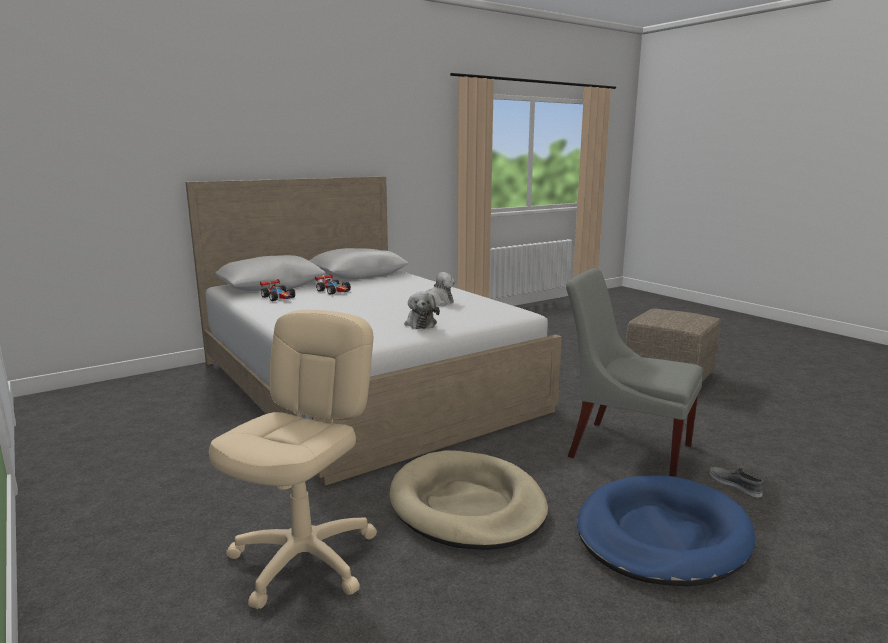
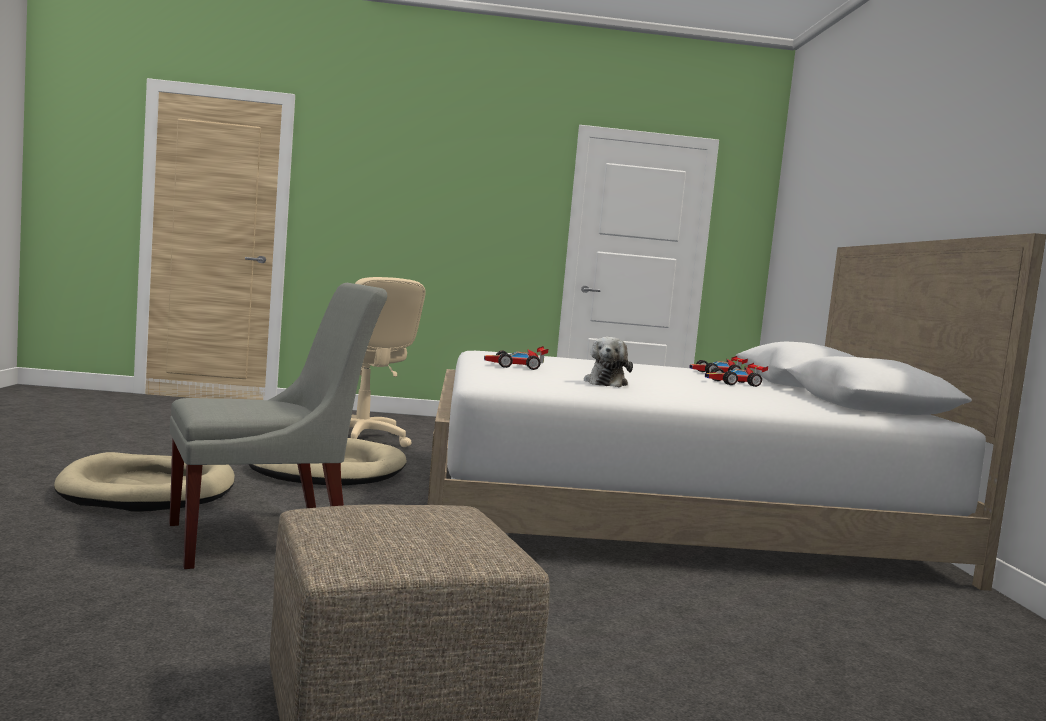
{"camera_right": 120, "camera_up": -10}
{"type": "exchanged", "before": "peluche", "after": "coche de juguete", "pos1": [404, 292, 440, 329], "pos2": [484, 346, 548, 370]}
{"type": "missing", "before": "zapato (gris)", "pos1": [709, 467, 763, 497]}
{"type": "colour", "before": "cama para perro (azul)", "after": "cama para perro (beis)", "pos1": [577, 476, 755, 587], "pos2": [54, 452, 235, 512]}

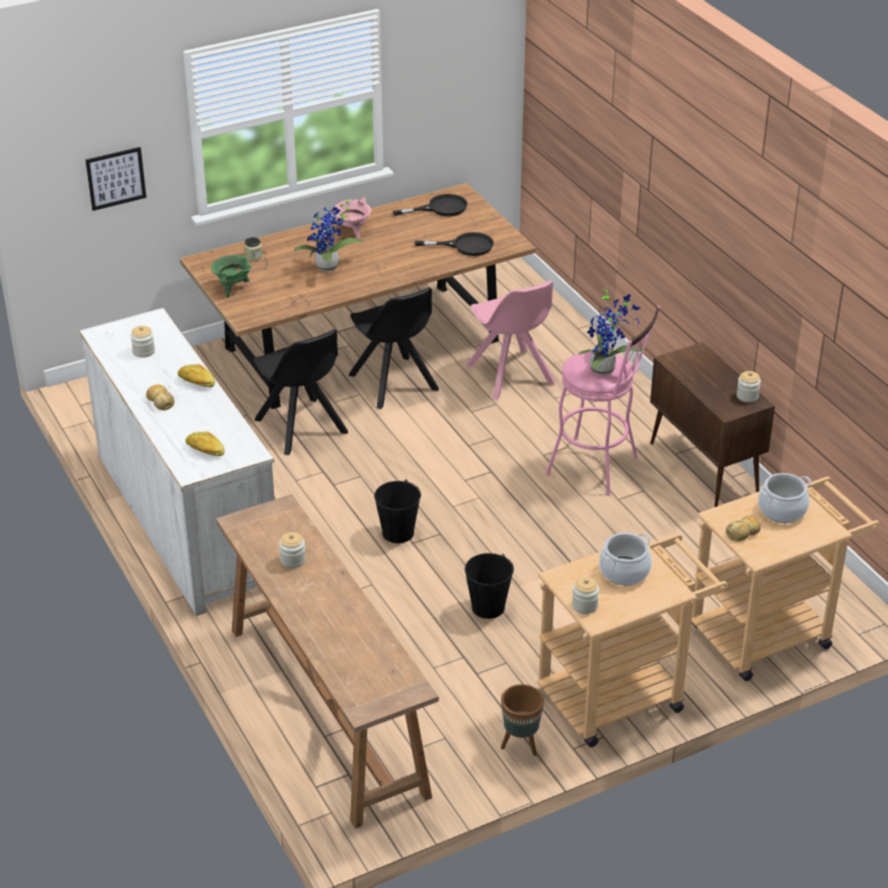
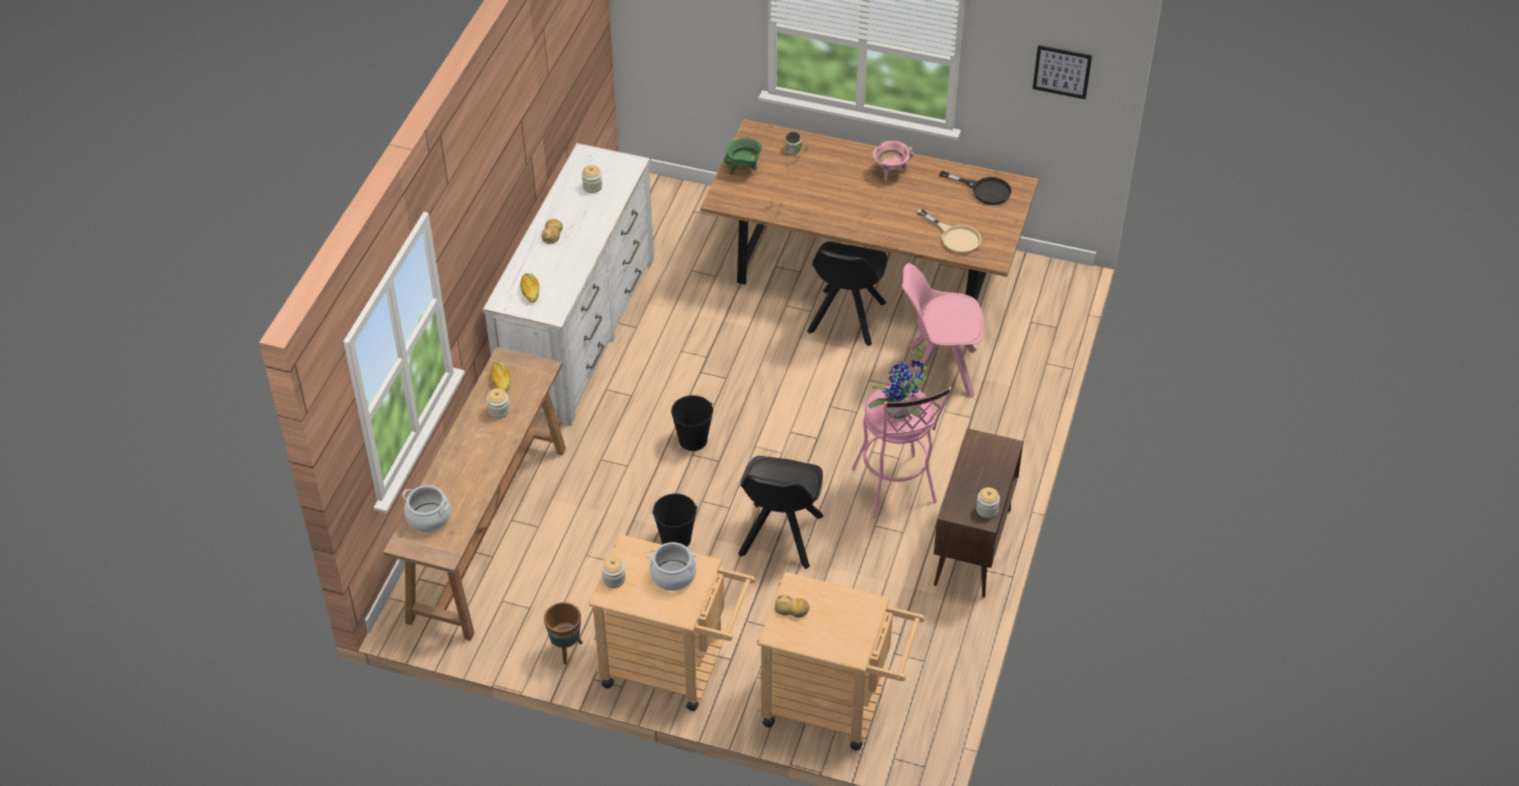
{"camera_right": 45, "camera_up": 10}
{"type": "relocated", "before": "cuadro", "pos1": [85, 147, 146, 211], "pos2": [1033, 45, 1092, 99]}
{"type": "missing", "before": "planta en maceta", "pos1": [294, 199, 363, 272]}
{"type": "colour", "before": "sartén (negro)", "after": "sartén (beis)", "pos1": [415, 232, 494, 256], "pos2": [917, 209, 981, 254]}
{"type": "spun", "before": "silla (rosa)", "pos1": [466, 281, 555, 400], "pos2": [902, 263, 984, 397], "turn": 75}
{"type": "relocated", "before": "silla (negro)", "pos1": [254, 329, 348, 455], "pos2": [738, 456, 824, 569]}
{"type": "relocated", "before": "pan", "pos1": [178, 364, 215, 387], "pos2": [491, 362, 510, 392]}
{"type": "relocated", "before": "olla", "pos1": [758, 473, 811, 523], "pos2": [402, 485, 451, 532]}

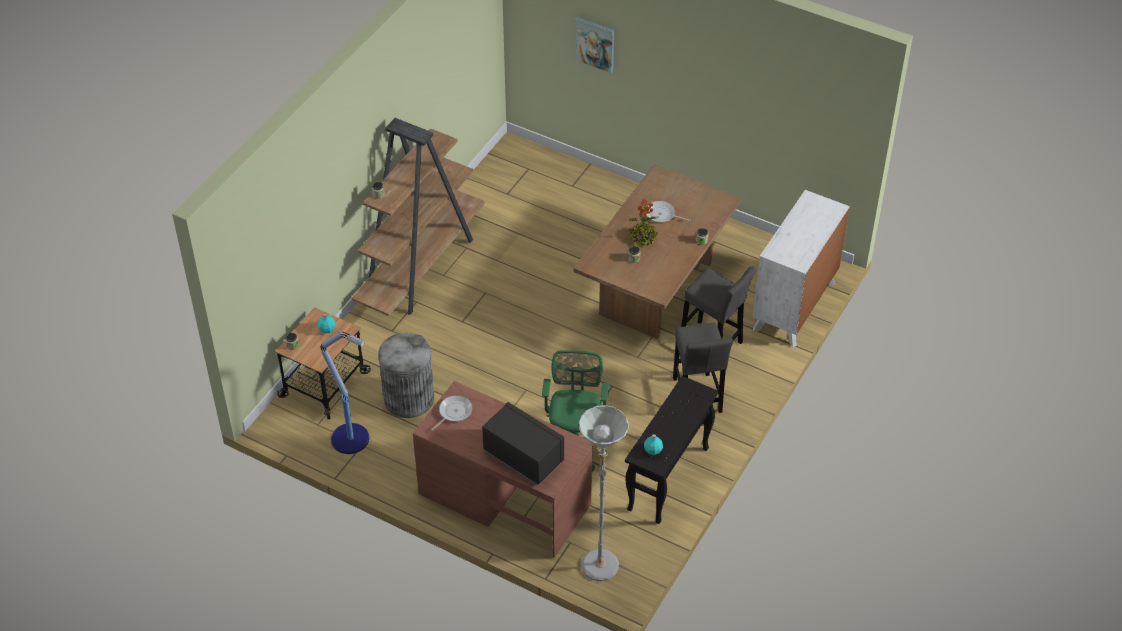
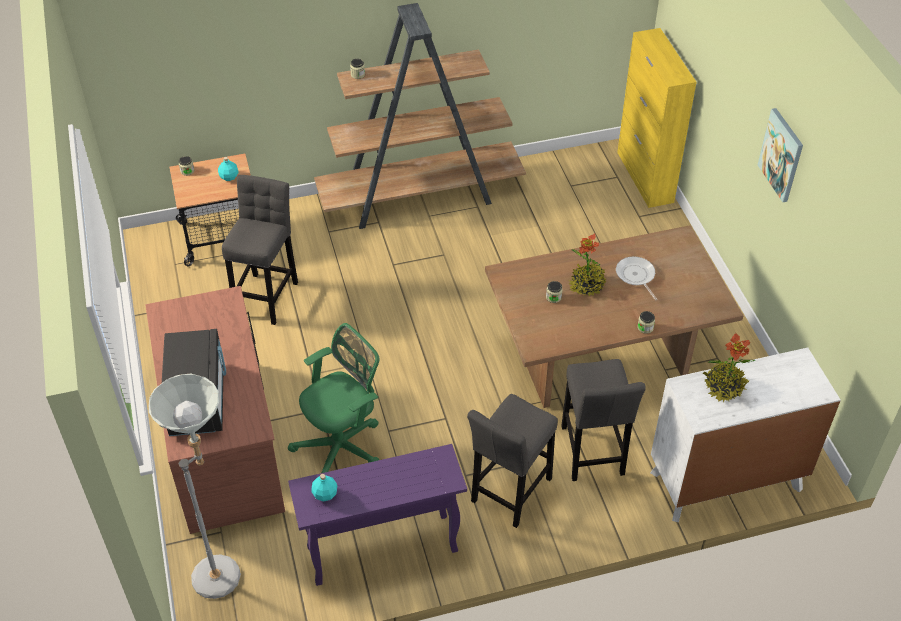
{"camera_right": 45, "camera_up": 0}
{"type": "relocated", "before": "cuadro", "pos1": [575, 17, 614, 73], "pos2": [758, 108, 803, 202]}
{"type": "missing", "before": "lámpara de pie", "pos1": [321, 330, 369, 454]}
{"type": "exchanged", "before": "papelera (gris)", "after": "taburete (gris)", "pos1": [378, 333, 434, 418], "pos2": [222, 175, 298, 325]}
{"type": "colour", "before": "mesa consola (negro)", "after": "mesa consola (morado)", "pos1": [625, 376, 719, 524], "pos2": [288, 444, 467, 586]}
{"type": "missing", "before": "sartén", "pos1": [431, 395, 473, 431]}
{"type": "appeared", "after": "armario (amarillo)", "pos2": [617, 28, 697, 208]}
{"type": "appeared", "after": "planta en maceta", "pos2": [703, 333, 755, 403]}

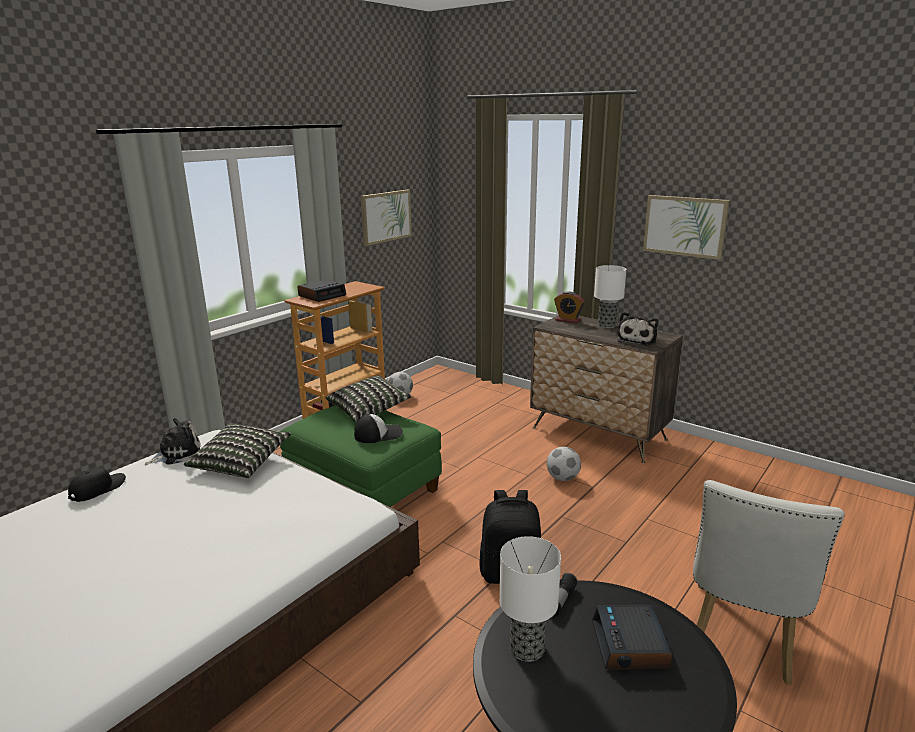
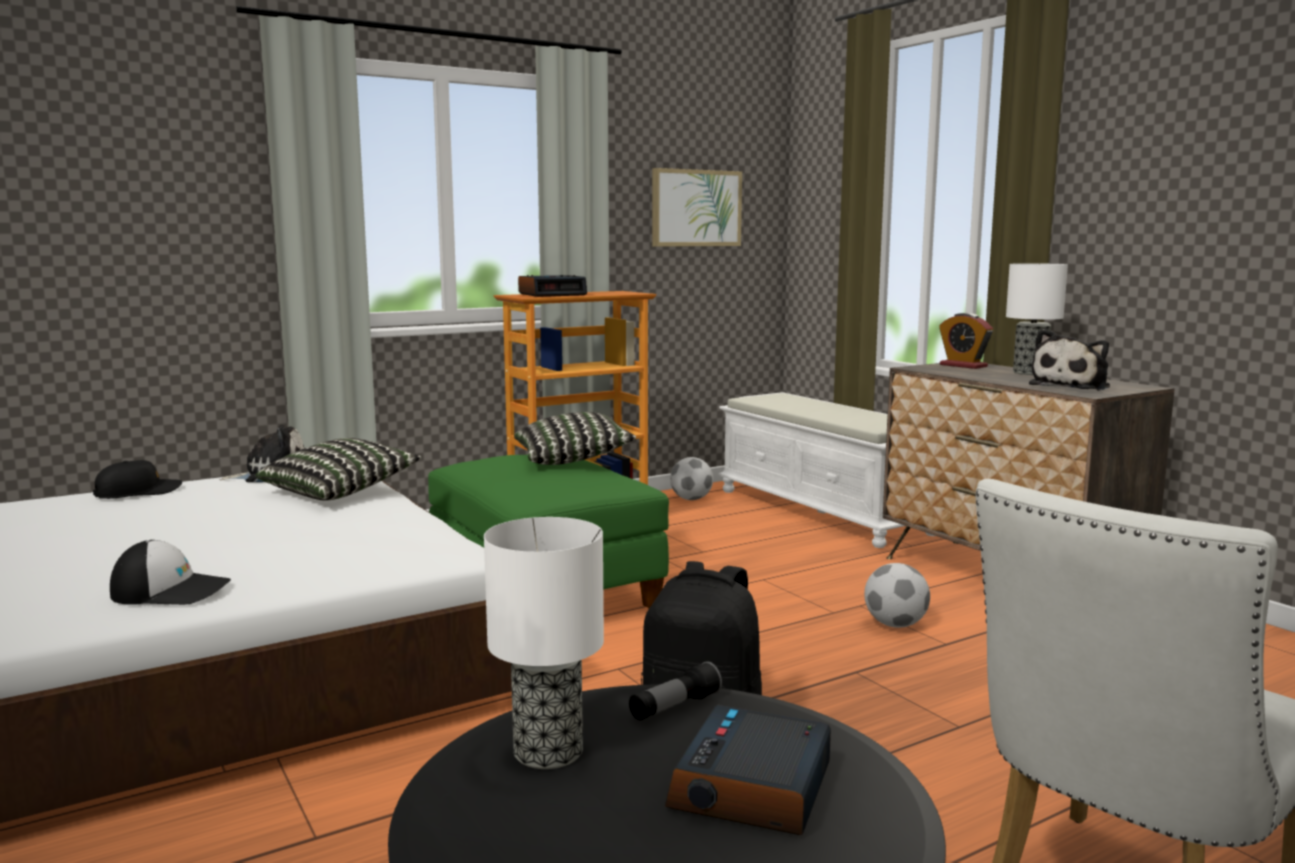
{"camera_right": 20, "camera_up": -10}
{"type": "missing", "before": "cuadro", "pos1": [643, 195, 730, 260]}
{"type": "relocated", "before": "gorra", "pos1": [354, 414, 403, 443], "pos2": [110, 540, 231, 605]}
{"type": "appeared", "after": "banco (blanco)", "pos2": [718, 392, 935, 548]}

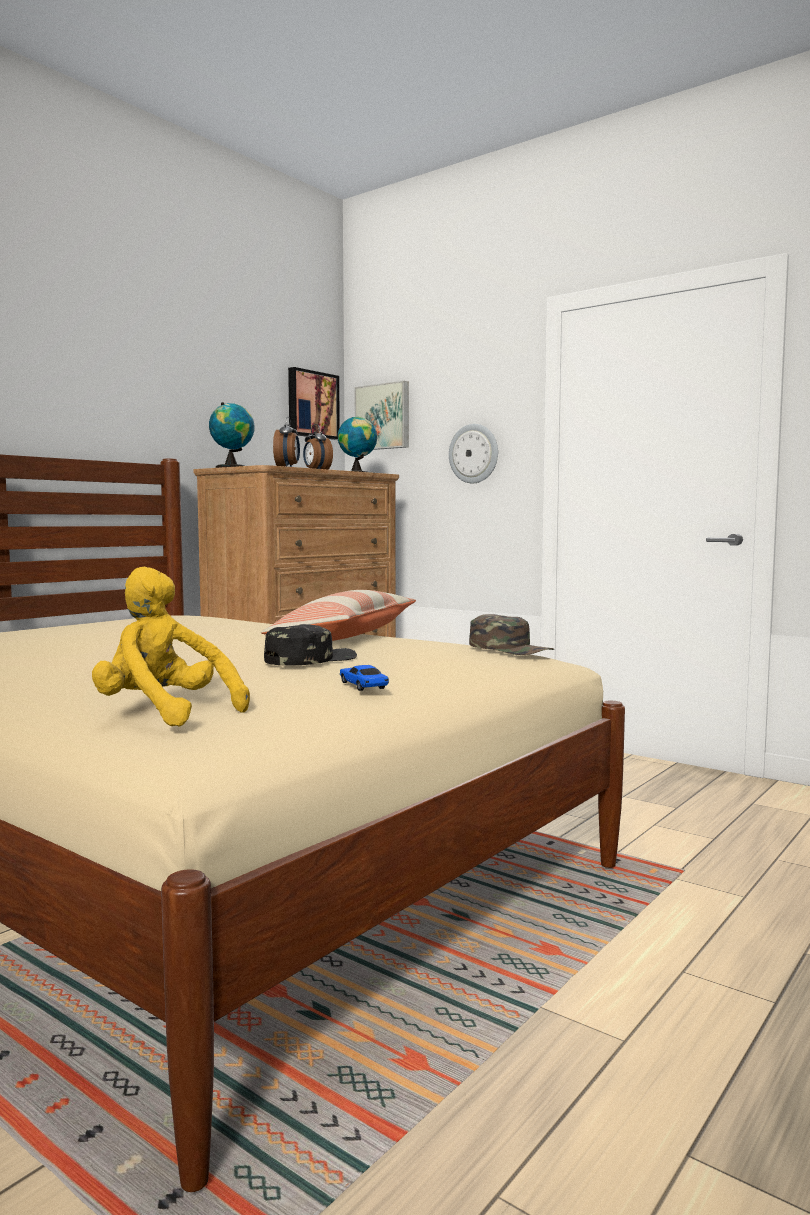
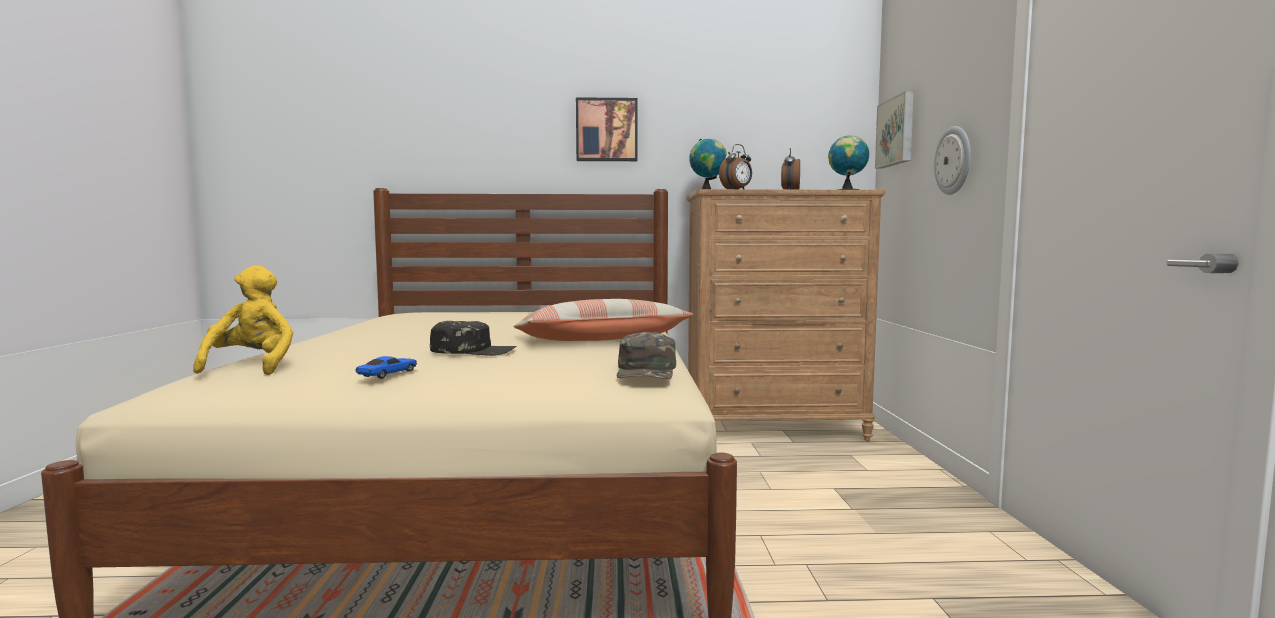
{"camera_right": 50, "camera_up": 0}
{"type": "relocated", "before": "cuadro", "pos1": [288, 367, 340, 440], "pos2": [576, 97, 638, 161]}

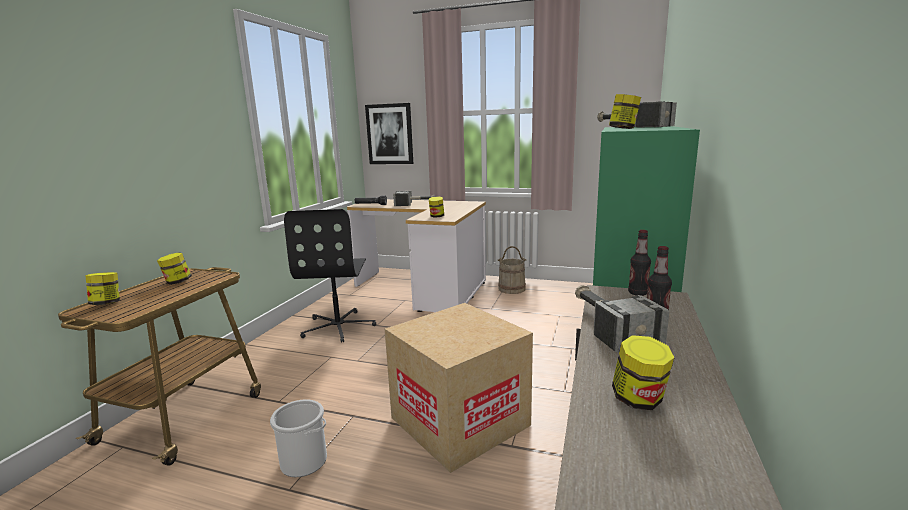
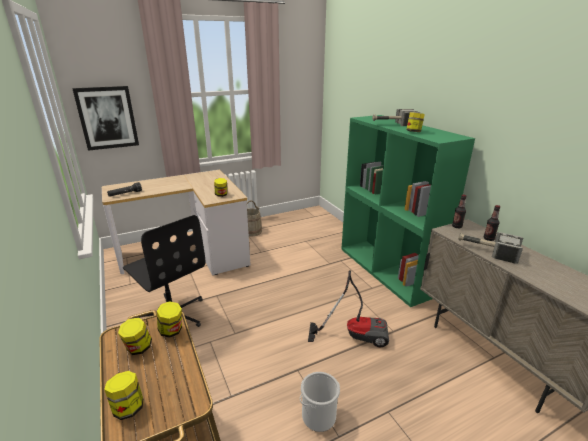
{"camera_right": -45, "camera_up": 10}
{"type": "missing", "before": "martillo", "pos1": [393, 191, 435, 206]}
{"type": "exchanged", "before": "caja de cartón", "after": "aspiradora", "pos1": [385, 303, 533, 473], "pos2": [308, 270, 389, 347]}
{"type": "relocated", "before": "tarro", "pos1": [612, 335, 675, 410], "pos2": [157, 301, 182, 338]}

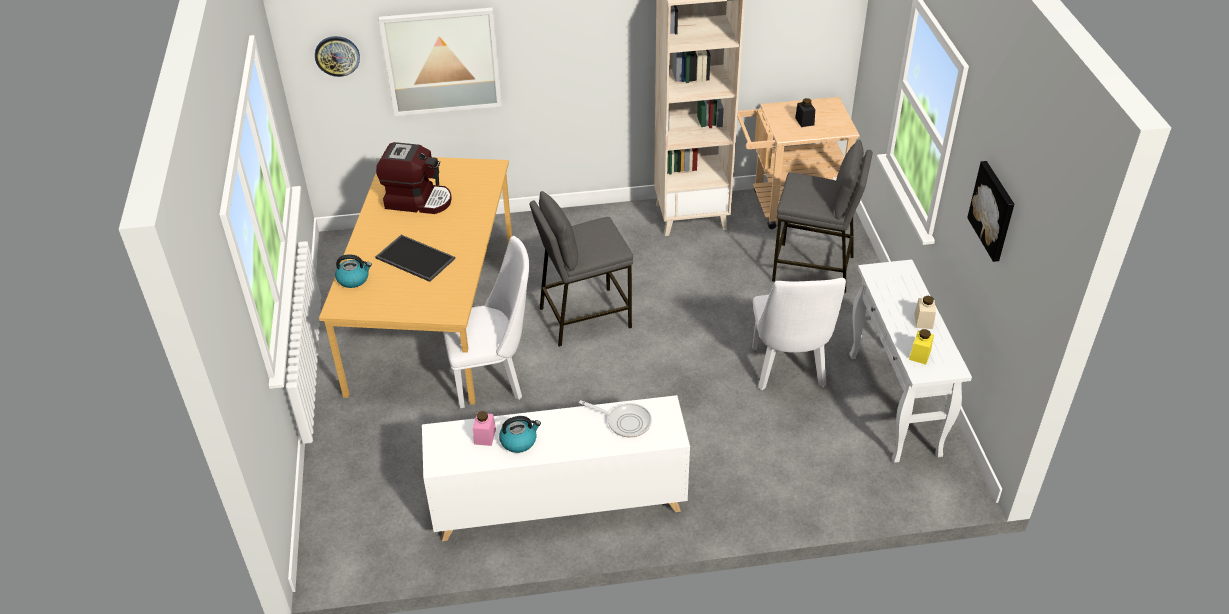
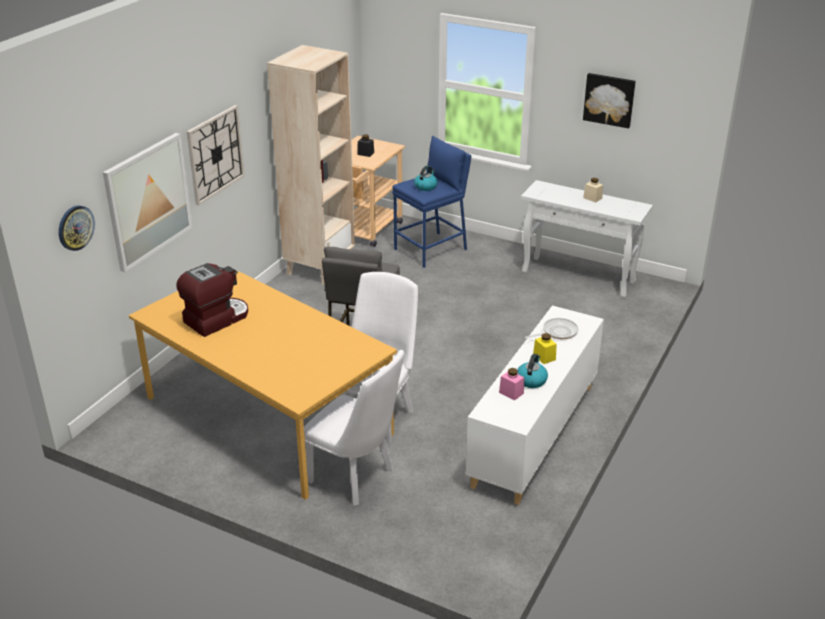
{"camera_right": -55, "camera_up": -10}
{"type": "colour", "before": "taburete (gris)", "after": "taburete (azul)", "pos1": [772, 140, 873, 293], "pos2": [392, 136, 471, 268]}
{"type": "missing", "before": "bandeja", "pos1": [375, 235, 455, 282]}
{"type": "relocated", "before": "hervidor", "pos1": [335, 254, 372, 288], "pos2": [414, 166, 438, 191]}
{"type": "relocated", "before": "silla (blanco)", "pos1": [752, 278, 846, 390], "pos2": [304, 350, 404, 506]}
{"type": "relocated", "before": "tarro (amarillo)", "pos1": [909, 329, 934, 364], "pos2": [533, 333, 557, 364]}
{"type": "appeared", "after": "reloj de pared", "pos2": [187, 105, 245, 205]}

